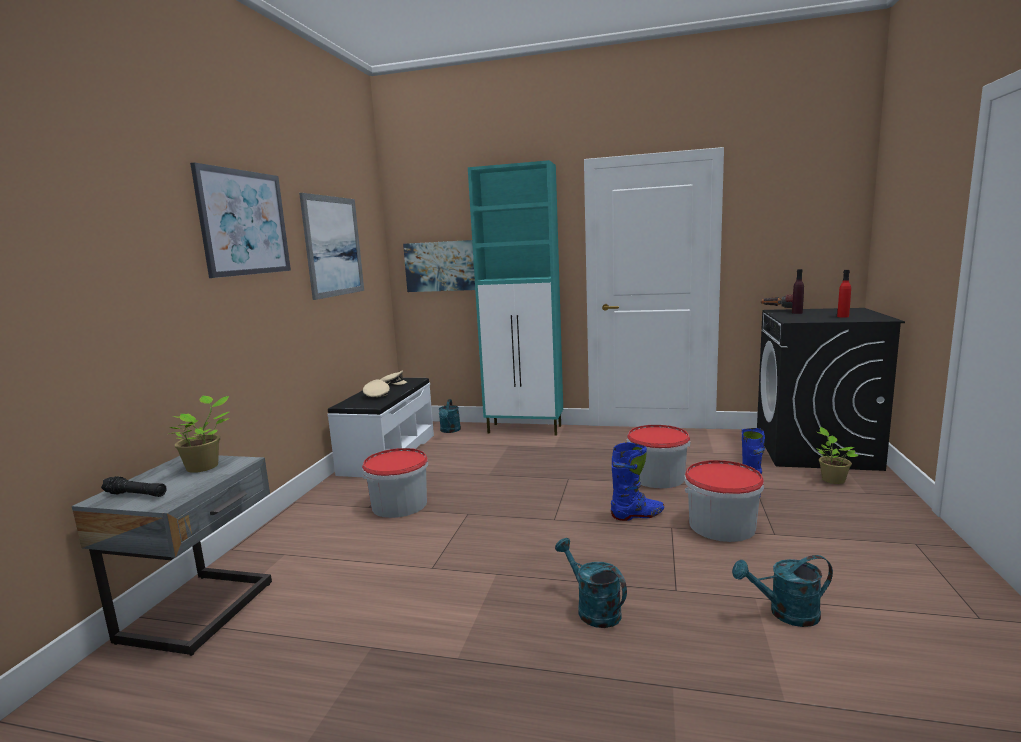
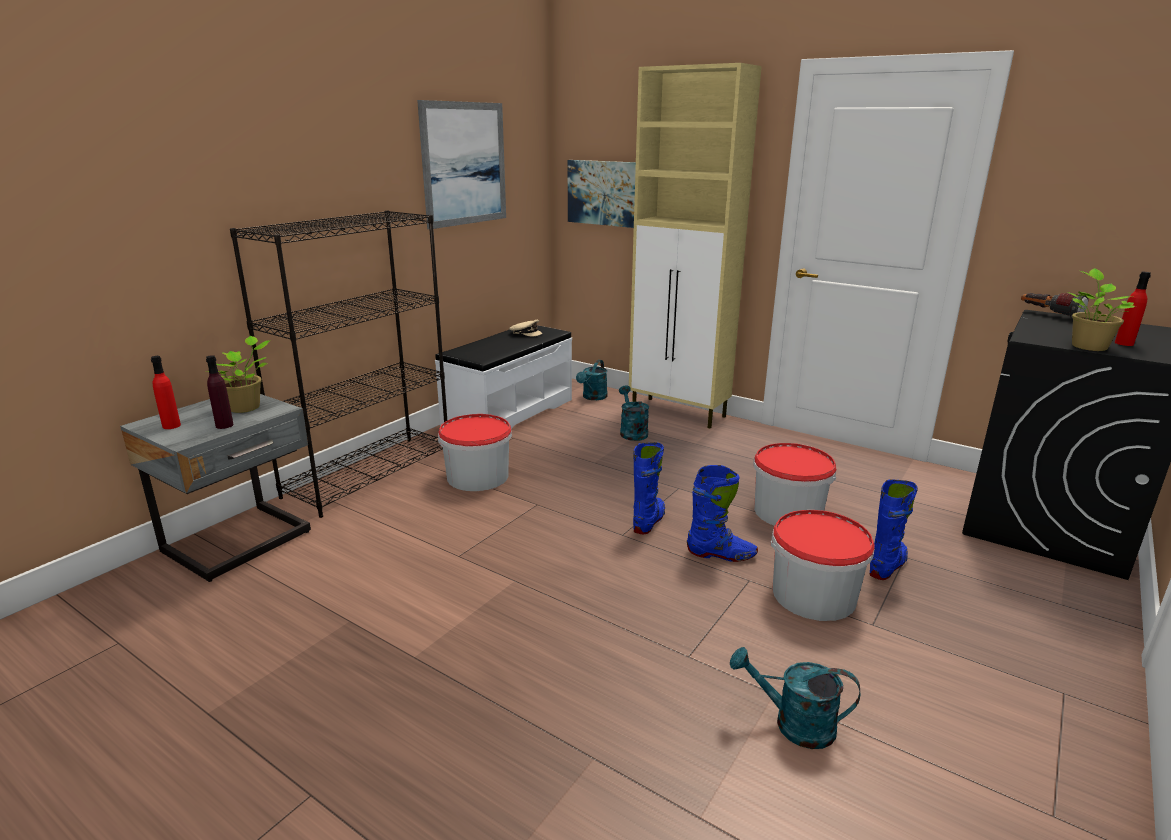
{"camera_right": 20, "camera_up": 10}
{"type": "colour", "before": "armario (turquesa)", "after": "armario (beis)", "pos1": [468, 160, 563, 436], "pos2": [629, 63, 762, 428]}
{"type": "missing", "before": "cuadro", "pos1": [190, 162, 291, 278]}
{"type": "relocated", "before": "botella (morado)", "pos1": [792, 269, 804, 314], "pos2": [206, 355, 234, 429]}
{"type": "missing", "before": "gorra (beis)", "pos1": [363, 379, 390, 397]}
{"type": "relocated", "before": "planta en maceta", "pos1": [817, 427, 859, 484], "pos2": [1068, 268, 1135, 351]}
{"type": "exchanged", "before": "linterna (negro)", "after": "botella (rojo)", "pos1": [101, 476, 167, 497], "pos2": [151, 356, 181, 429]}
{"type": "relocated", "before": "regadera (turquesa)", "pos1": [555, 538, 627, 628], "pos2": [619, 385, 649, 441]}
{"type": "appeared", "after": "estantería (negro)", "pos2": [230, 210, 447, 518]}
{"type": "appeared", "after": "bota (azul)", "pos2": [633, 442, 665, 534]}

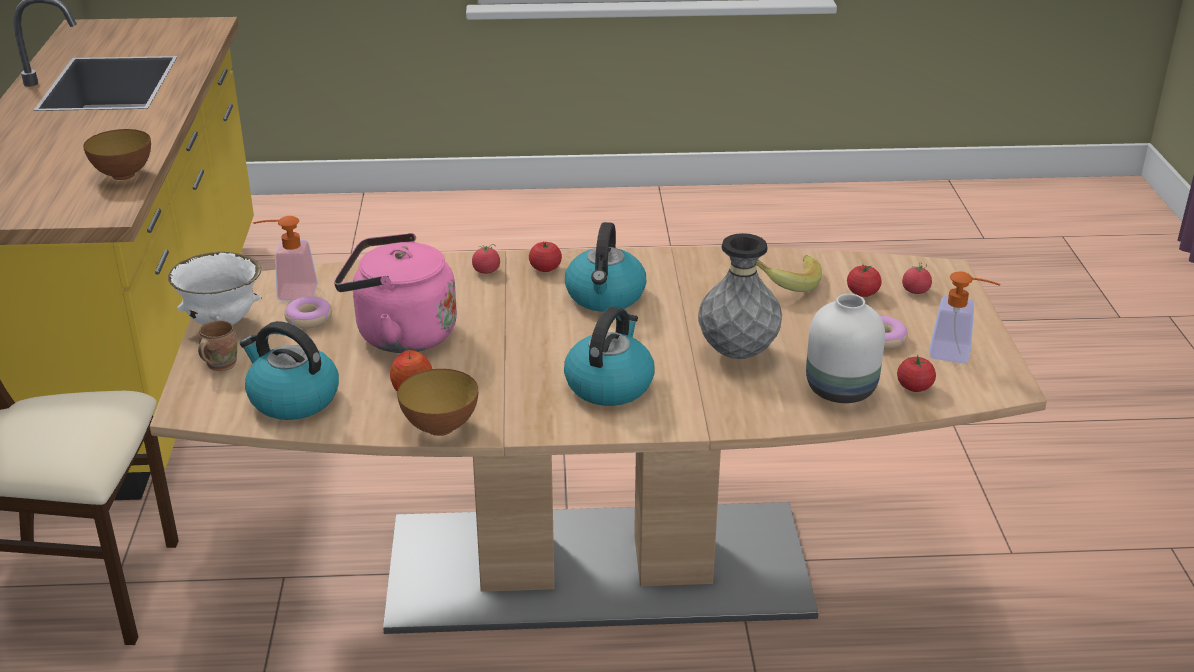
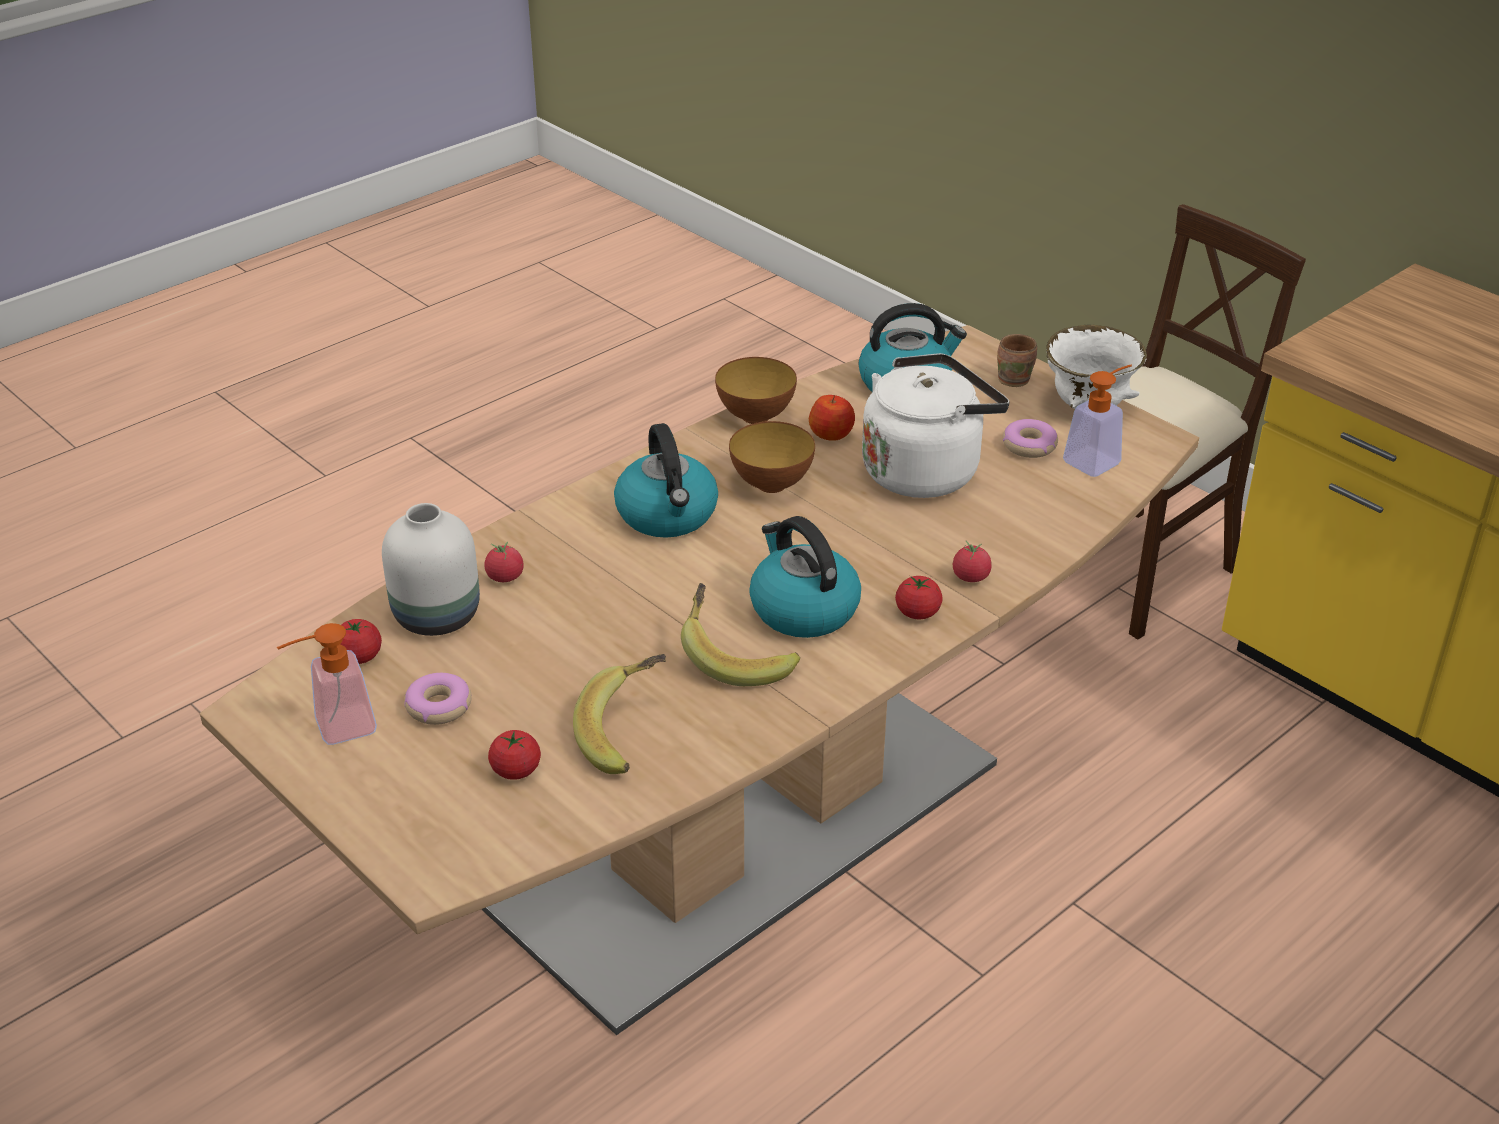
{"camera_right": 140, "camera_up": 5}
{"type": "relocated", "before": "cuenco", "pos1": [83, 129, 151, 180], "pos2": [729, 421, 815, 493]}
{"type": "colour", "before": "hervidor (rosa)", "after": "hervidor (blanco)", "pos1": [334, 233, 457, 353], "pos2": [862, 353, 1009, 498]}
{"type": "missing", "before": "florero (gris)", "pos1": [698, 233, 782, 359]}
{"type": "relocated", "before": "tomate", "pos1": [902, 262, 932, 294], "pos2": [484, 542, 524, 582]}
{"type": "appeared", "after": "plátano", "pos2": [681, 583, 800, 686]}

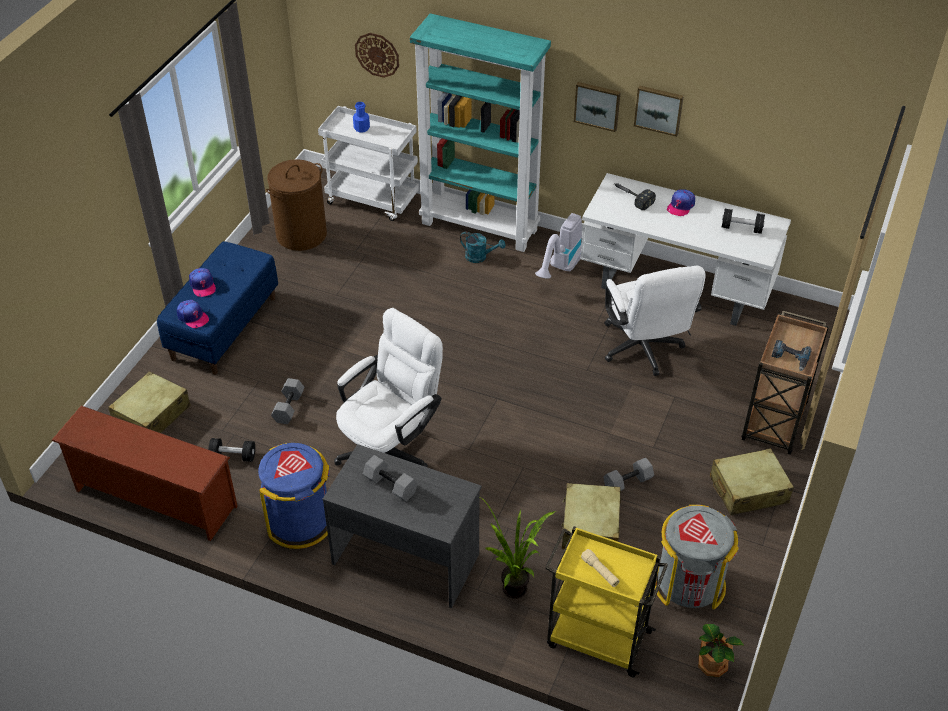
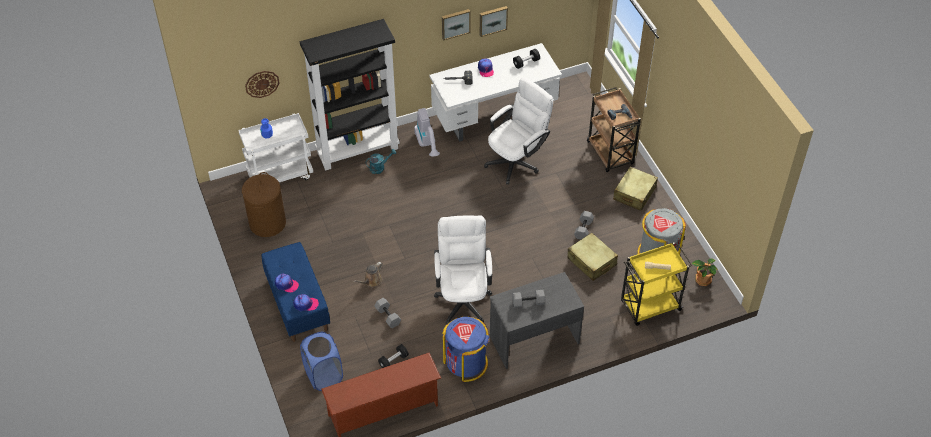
{"camera_right": -45, "camera_up": 5}
{"type": "colour", "before": "estantería (turquesa)", "after": "estantería (negro)", "pos1": [410, 13, 551, 252], "pos2": [300, 19, 400, 171]}
{"type": "relocated", "before": "cuadro", "pos1": [574, 82, 621, 132], "pos2": [480, 6, 508, 37]}
{"type": "spun", "before": "silla de oficina (blanco)", "pos1": [604, 266, 706, 376], "pos2": [484, 77, 553, 184], "turn": -75}
{"type": "exchanged", "before": "maleta (beis)", "after": "cesto de la ropa (azul)", "pos1": [108, 371, 191, 433], "pos2": [300, 332, 343, 391]}
{"type": "missing", "before": "planta en maceta", "pos1": [480, 497, 556, 599]}
{"type": "appeared", "after": "regadera (marrón)", "pos2": [353, 262, 383, 287]}

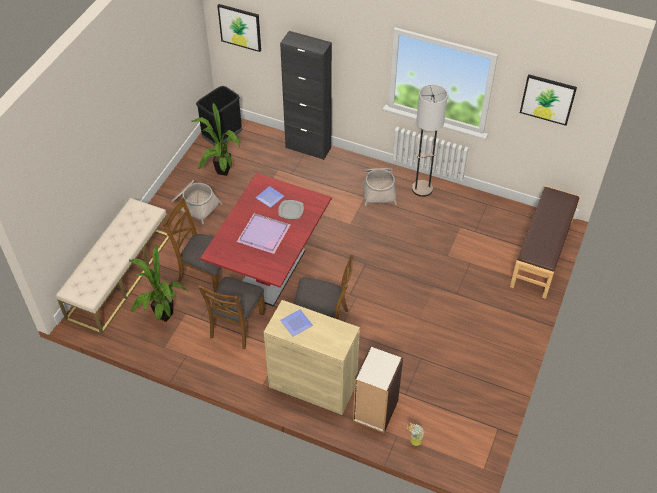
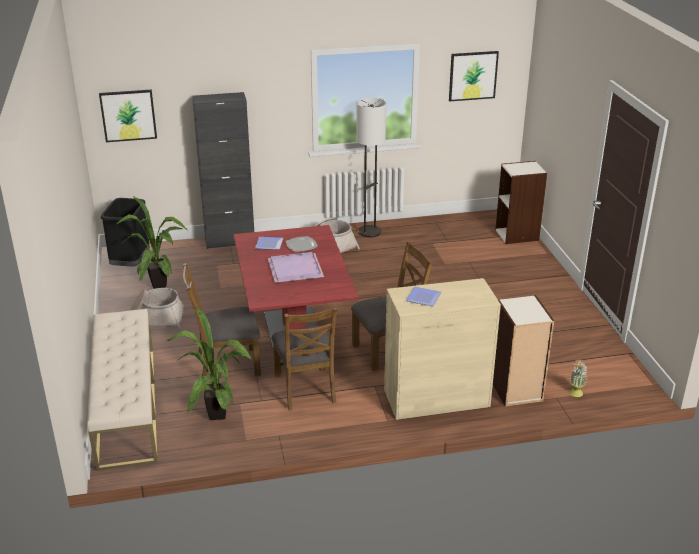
{"camera_right": -35, "camera_up": -20}
{"type": "exchanged", "before": "banco (marrón)", "after": "estantería", "pos1": [510, 186, 580, 299], "pos2": [495, 161, 548, 244]}

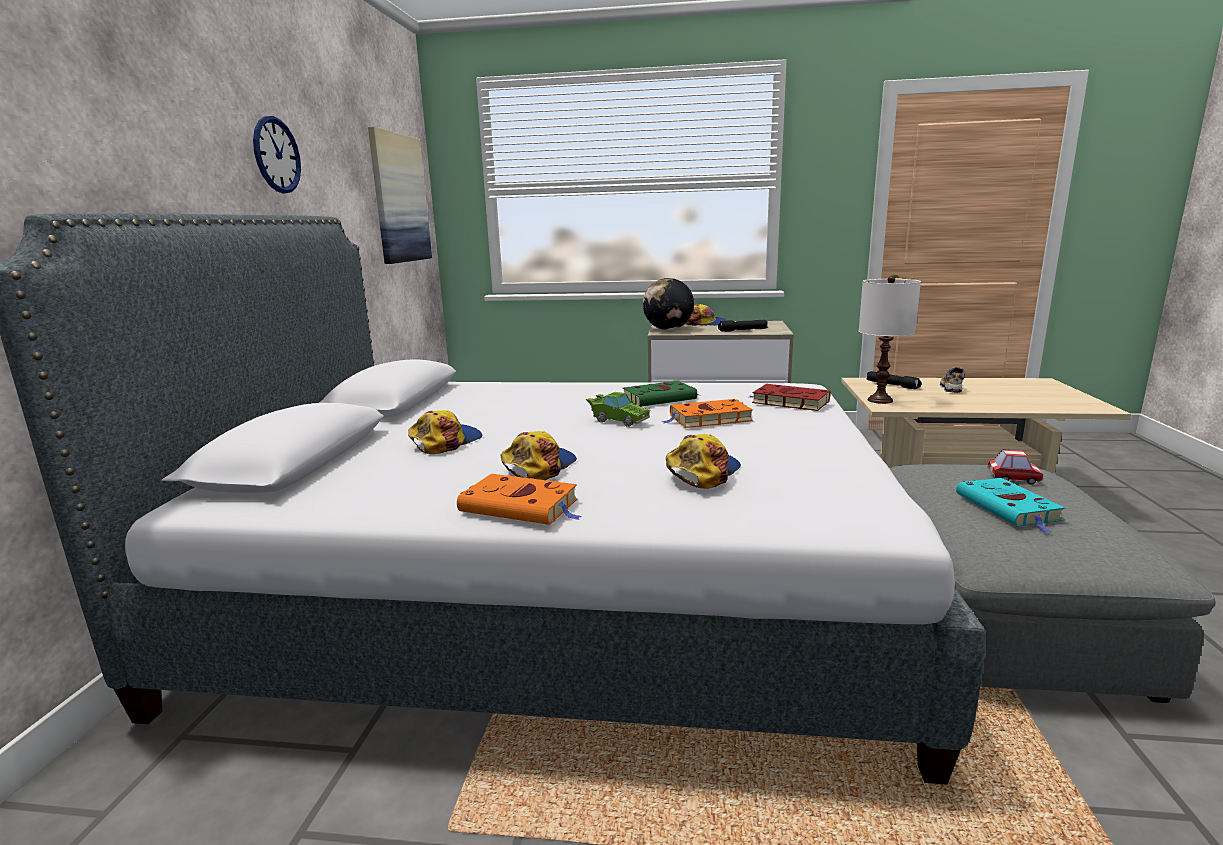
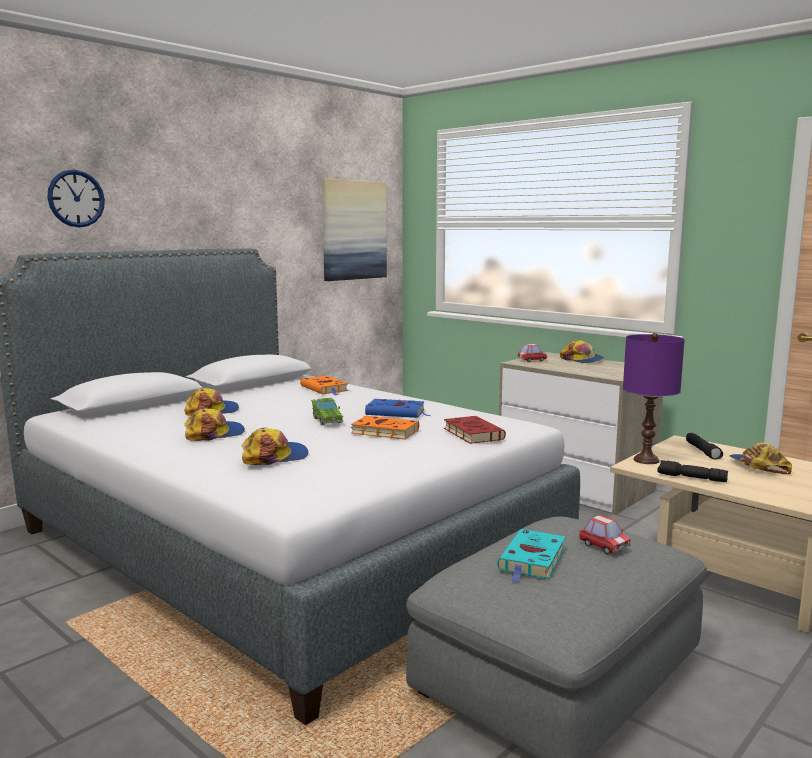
{"camera_right": 35, "camera_up": -5}
{"type": "relocated", "before": "reloj de pared", "pos1": [253, 116, 301, 193], "pos2": [47, 170, 105, 228]}
{"type": "colour", "before": "lámpara de mesa (blanco)", "after": "lámpara de mesa (morado)", "pos1": [859, 276, 921, 404], "pos2": [623, 333, 685, 464]}
{"type": "exchanged", "before": "globo terráqueo", "after": "coche de juguete", "pos1": [643, 278, 694, 330], "pos2": [518, 344, 547, 362]}
{"type": "relocated", "before": "linterna (negro)", "pos1": [718, 320, 768, 332], "pos2": [657, 460, 728, 482]}
{"type": "exchanged", "before": "zapato", "after": "gorra", "pos1": [940, 367, 965, 393], "pos2": [730, 443, 792, 474]}
{"type": "colour", "before": "libro (verde)", "after": "libro (azul)", "pos1": [623, 381, 698, 407], "pos2": [365, 399, 431, 418]}
{"type": "relocated", "before": "libro (naranja)", "pos1": [457, 474, 582, 525], "pos2": [300, 376, 348, 395]}

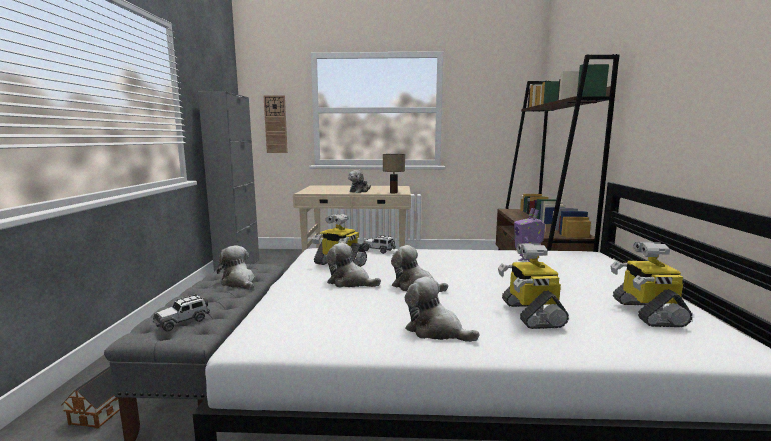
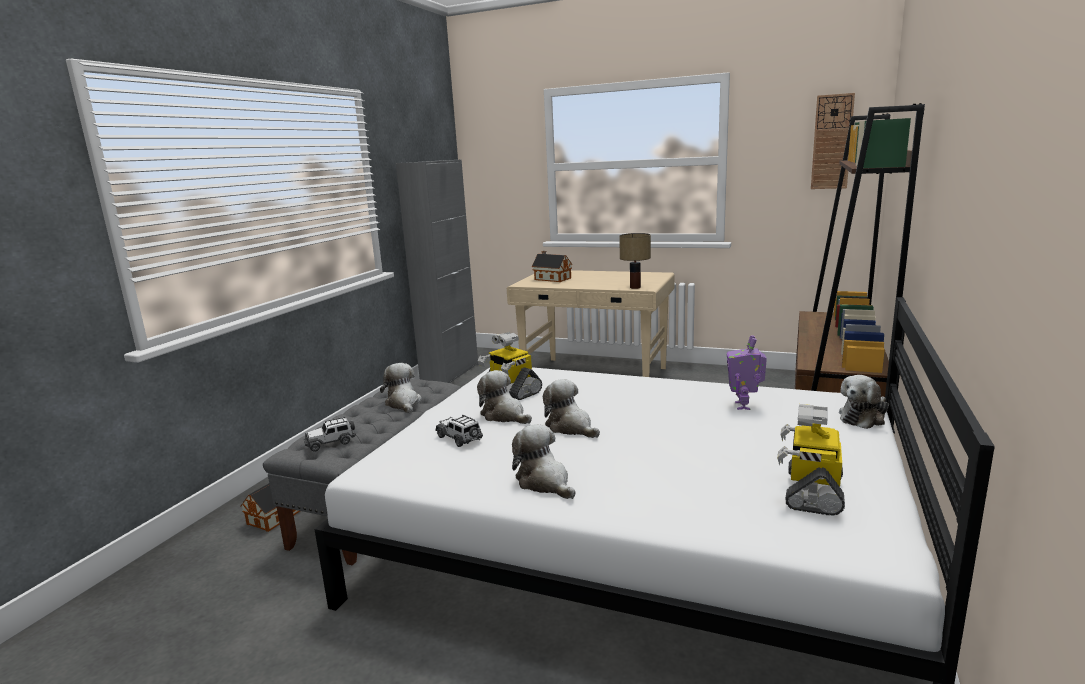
{"camera_right": 20, "camera_up": 5}
{"type": "relocated", "before": "reloj de pared", "pos1": [264, 95, 288, 153], "pos2": [811, 93, 855, 189]}
{"type": "relocated", "before": "peluche", "pos1": [348, 170, 371, 193], "pos2": [839, 375, 889, 429]}
{"type": "relocated", "before": "coche de juguete", "pos1": [362, 235, 396, 254], "pos2": [435, 415, 483, 447]}
{"type": "missing", "before": "robot de juguete", "pos1": [498, 243, 569, 329]}
{"type": "appeared", "after": "casita", "pos2": [532, 251, 572, 282]}

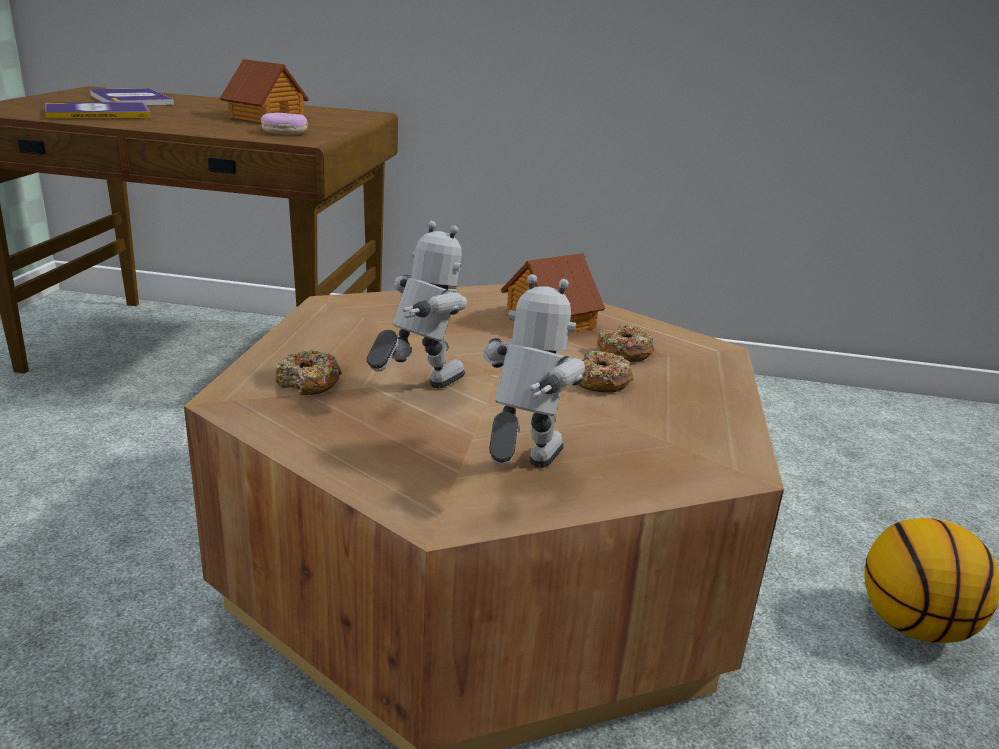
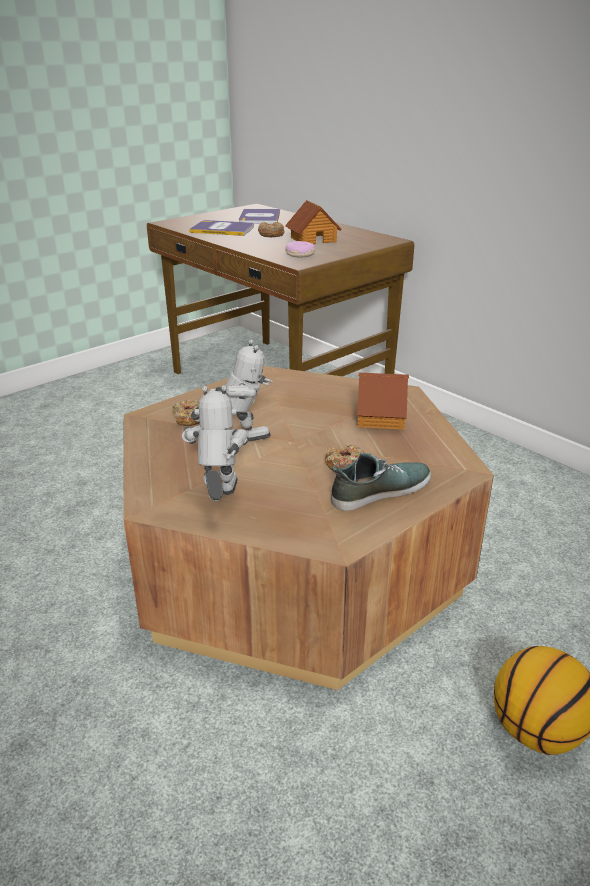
{"camera_right": 40, "camera_up": 5}
{"type": "spun", "before": "robot de juguete", "pos1": [483, 274, 585, 468], "pos2": [182, 385, 248, 502], "turn": -60}
{"type": "relocated", "before": "rosquilla", "pos1": [597, 324, 655, 362], "pos2": [258, 222, 285, 237]}
{"type": "appeared", "after": "zapato", "pos2": [331, 453, 431, 511]}

